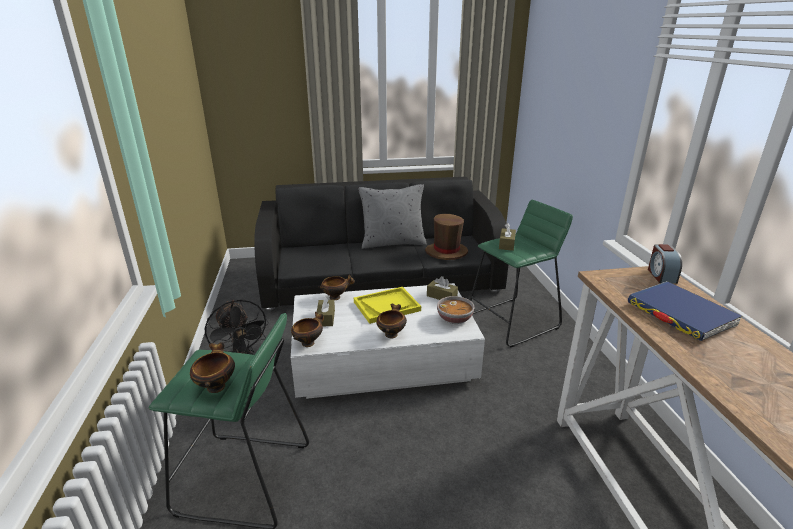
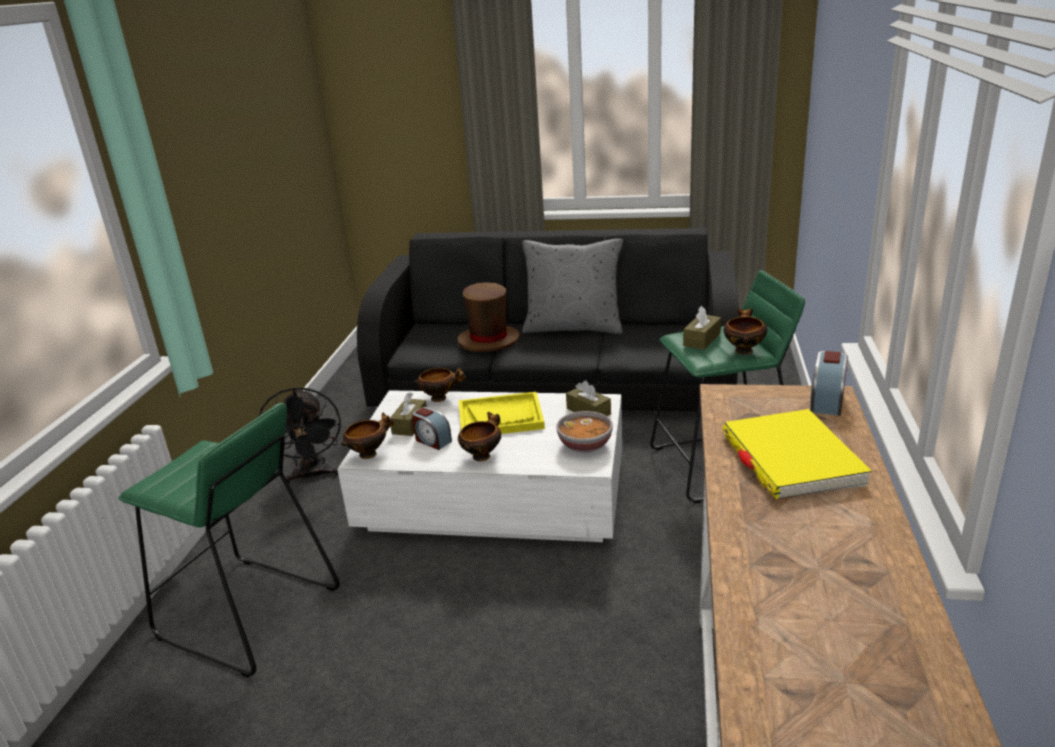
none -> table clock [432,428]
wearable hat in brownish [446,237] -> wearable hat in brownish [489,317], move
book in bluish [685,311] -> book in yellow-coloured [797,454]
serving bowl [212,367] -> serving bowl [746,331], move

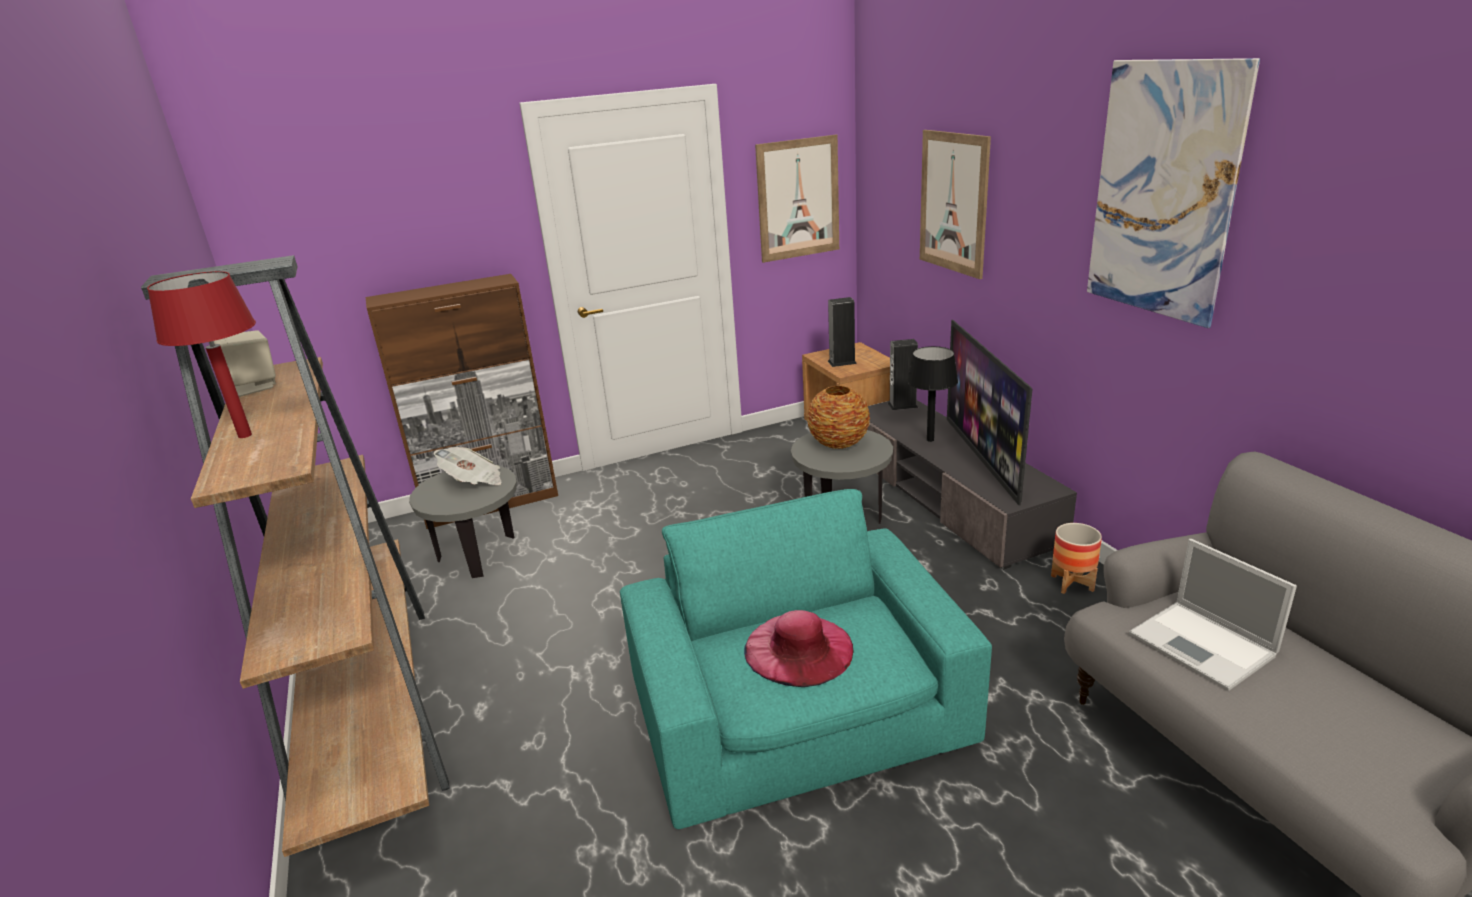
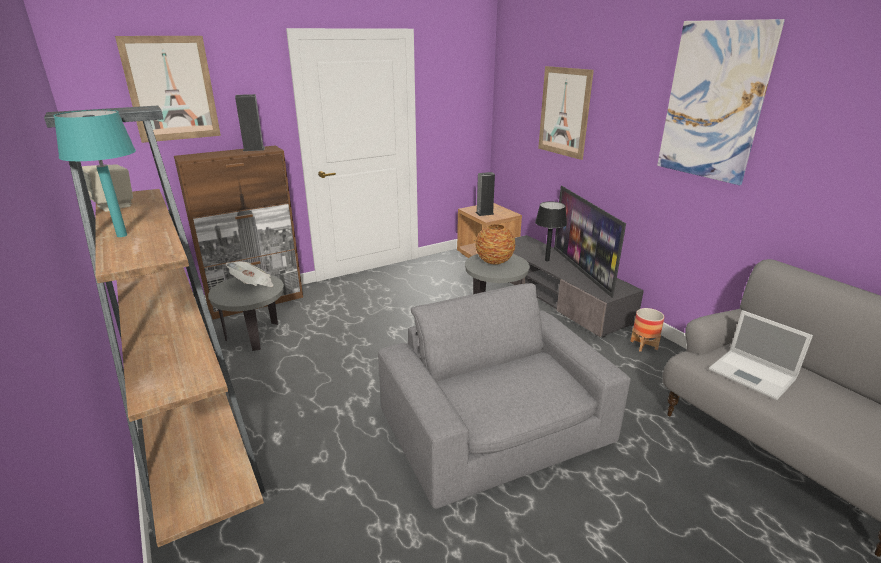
lamp for a table in red-coloured [201,354] -> lamp for a table in turquoise-coloured [95,173]
picture [797,199] -> picture [168,89], move
loudspeaker [903,374] -> loudspeaker [250,122], move
easy chair in turquoise-coloured [806,659] -> easy chair in gray [504,396]
wearable hat in pinkish [799,648] -> none

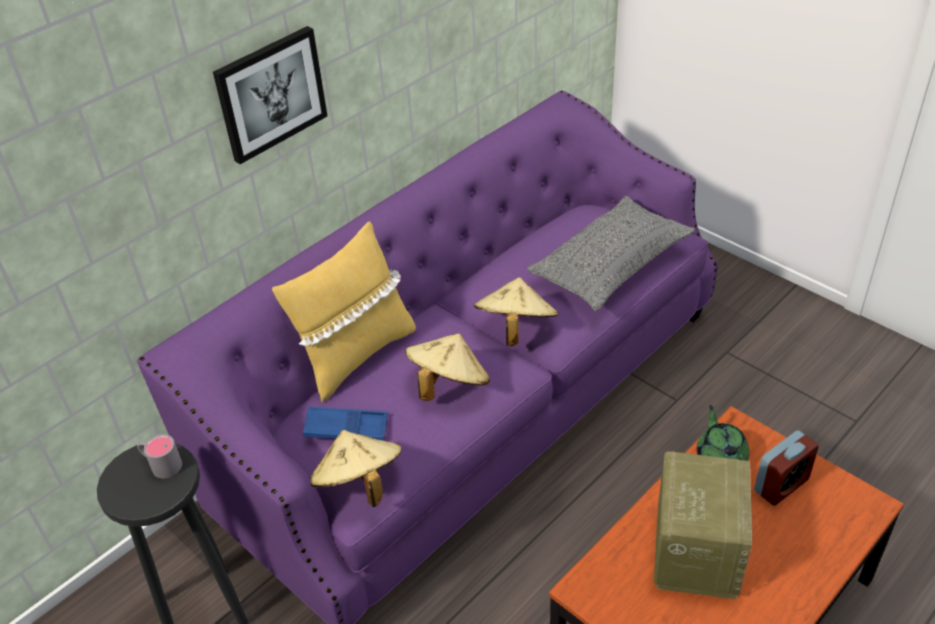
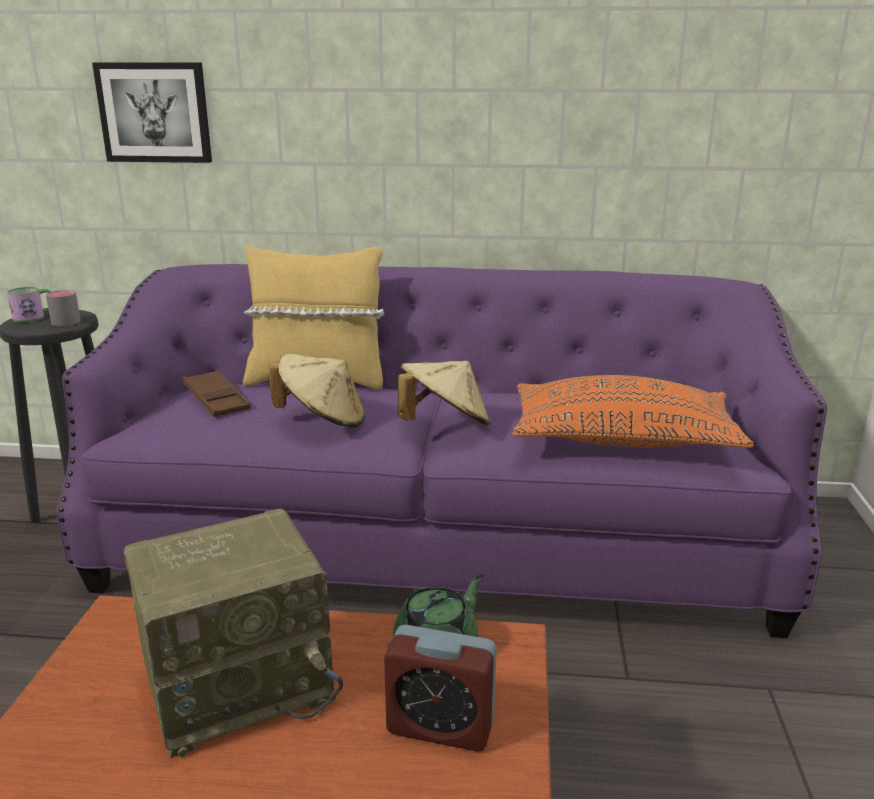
none -> tea mug [29,305]
picture [270,95] -> picture [152,113], move
serving tray in bluish [345,424] -> serving tray in brownish [217,393]
cushion in gray [611,253] -> cushion in orange-coloured [633,411]
wearable hat in beige [355,468] -> none

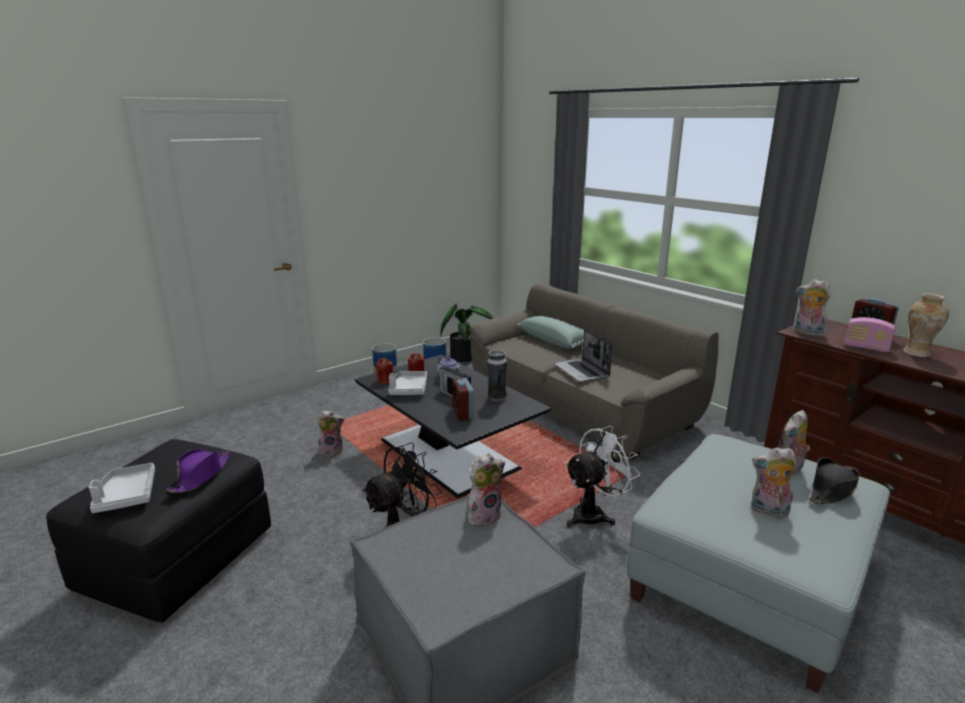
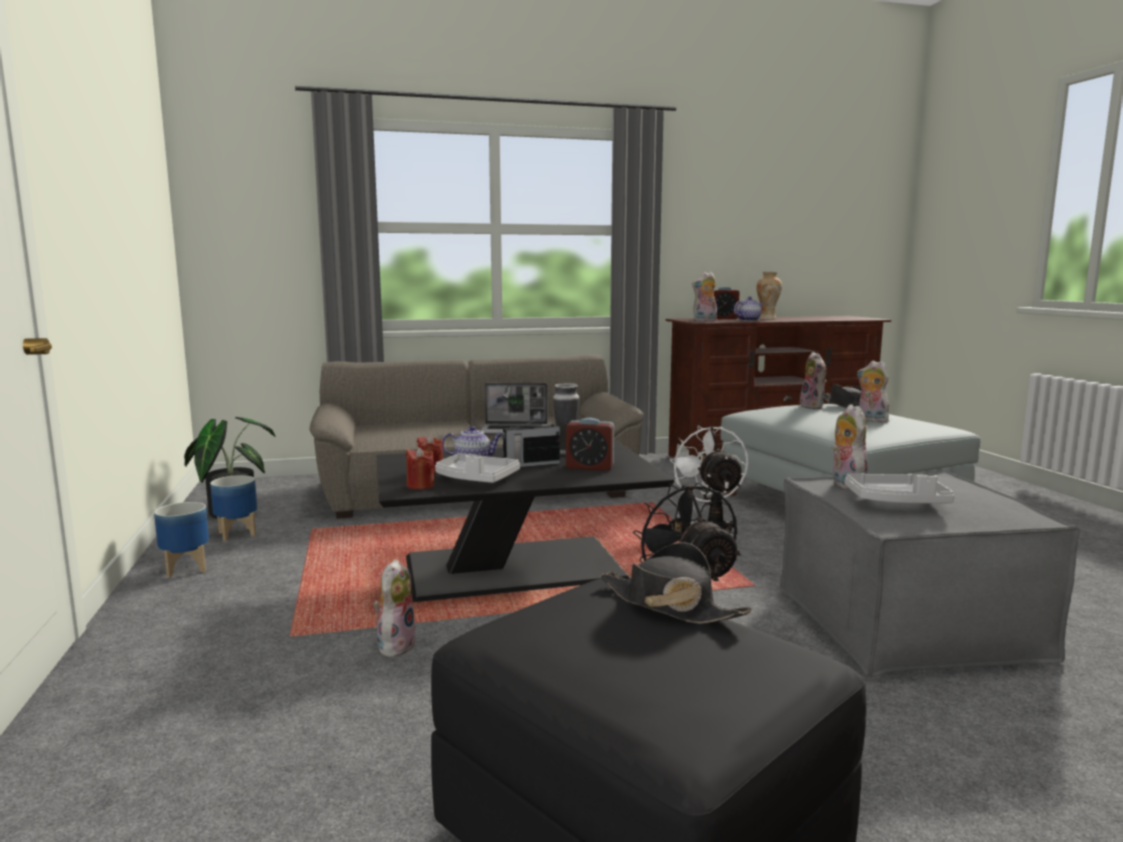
wearable hat in purplish [198,471] -> wearable hat in black-coloured [676,583]
radio receiver [869,334] -> pot for tea [749,308]
serving tray in gray [122,488] -> serving tray in gray [899,488], move
plush toy [774,482] -> plush toy [873,391], 105 degrees clockwise
cushion in green [550,332] -> none

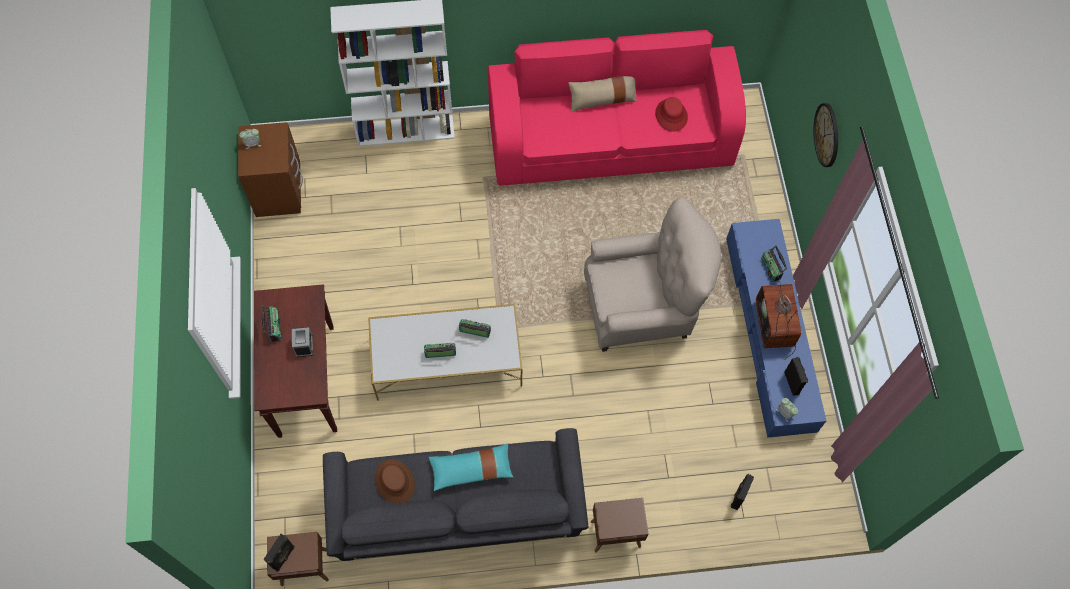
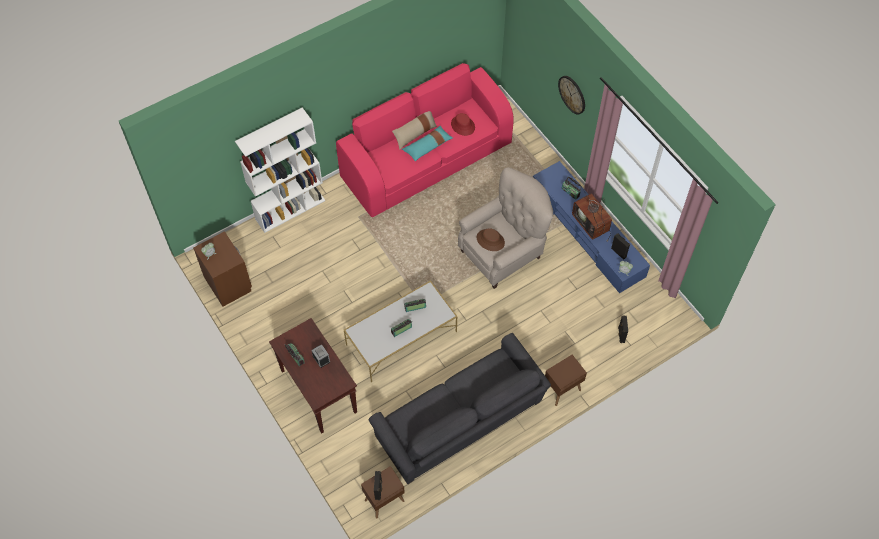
cushion in turquoise-coloured [471,467] -> cushion in turquoise-coloured [427,143], move
wearable hat in brownish [395,481] -> wearable hat in brownish [491,239], move

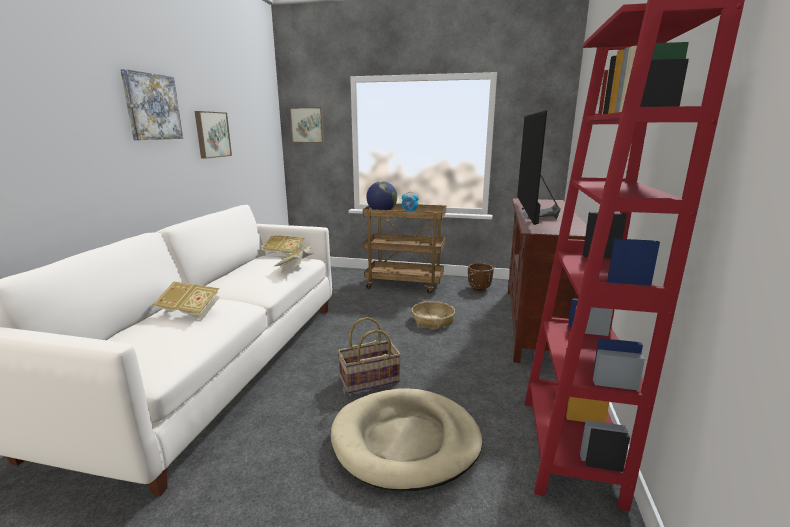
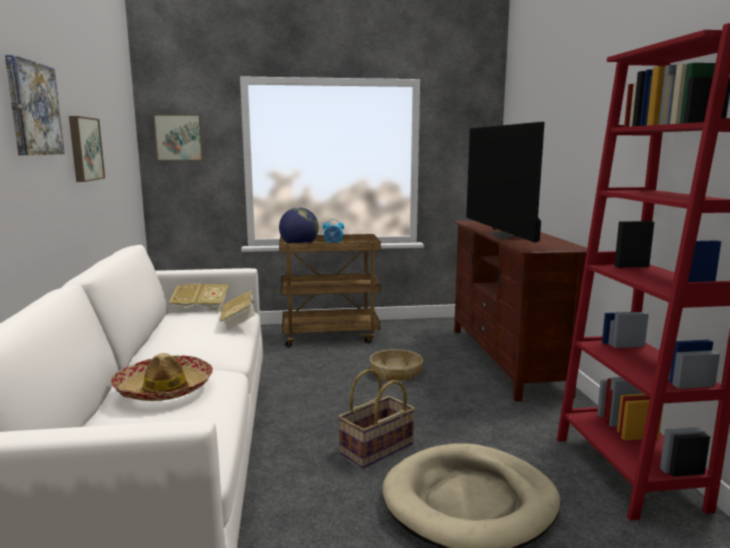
book [186,300] -> wearable hat [162,377]
planter in brownish [481,277] -> none

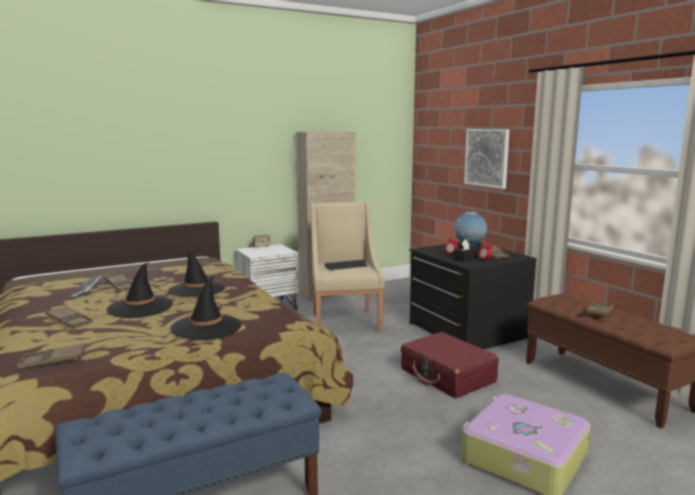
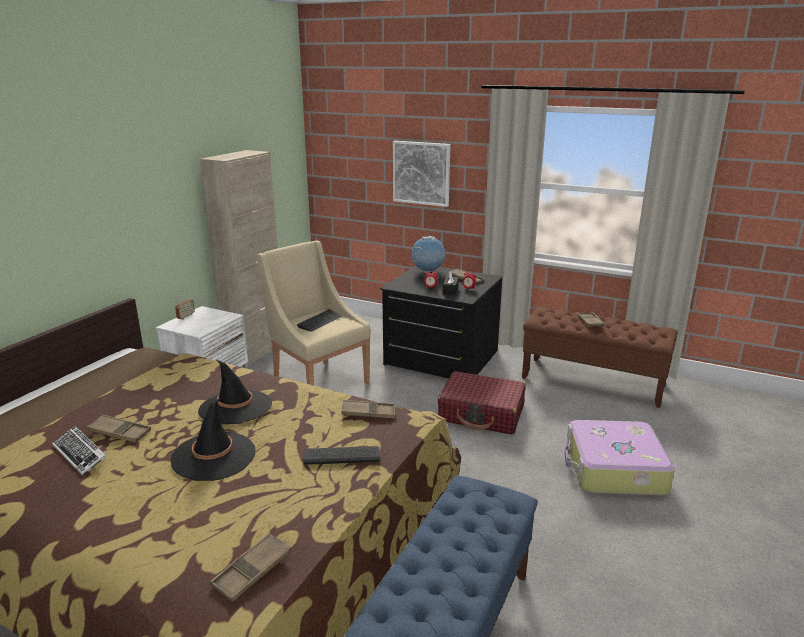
wearable hat in black-coloured [205,308] -> PC keyboard [341,455]
serving tray in brownish [69,317] -> serving tray in brownish [368,409], move

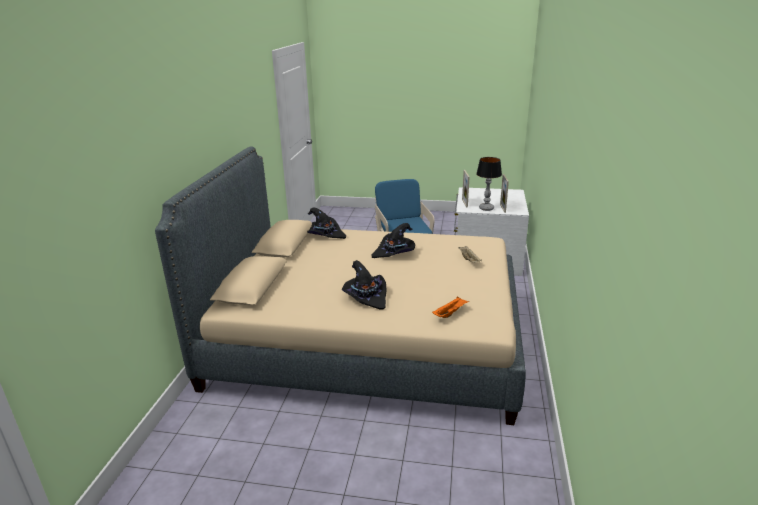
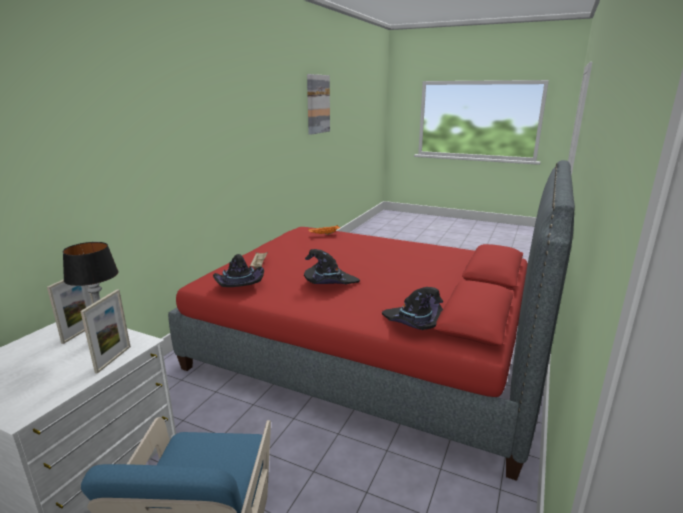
bedroom bed in beige [340,285] -> bedroom bed in red-coloured [371,320]
wearable hat in black-coloured [364,285] -> wearable hat in black-coloured [239,270], move
none -> picture [318,104]

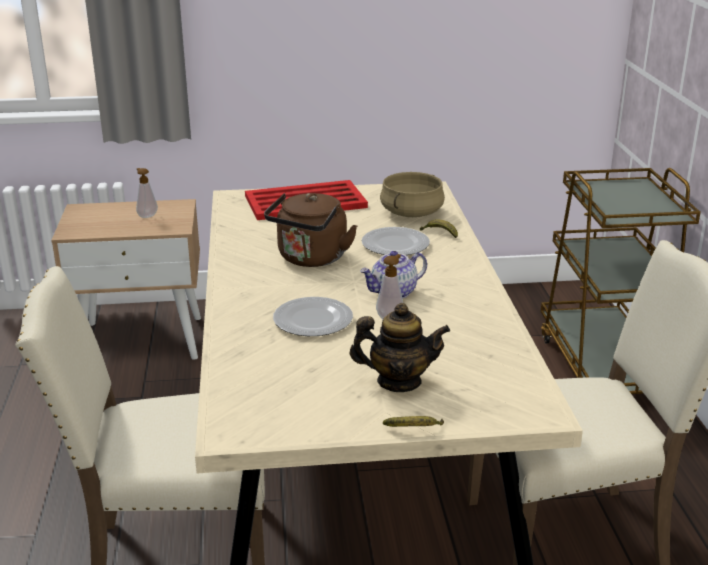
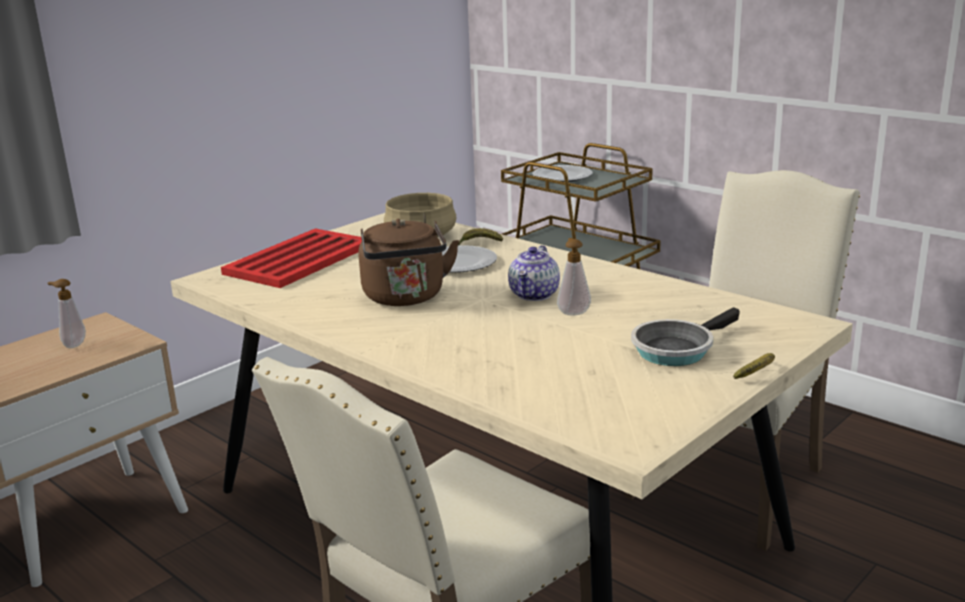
plate [313,316] -> plate [562,173], move
pot for tea [400,347] -> pan [685,336]

